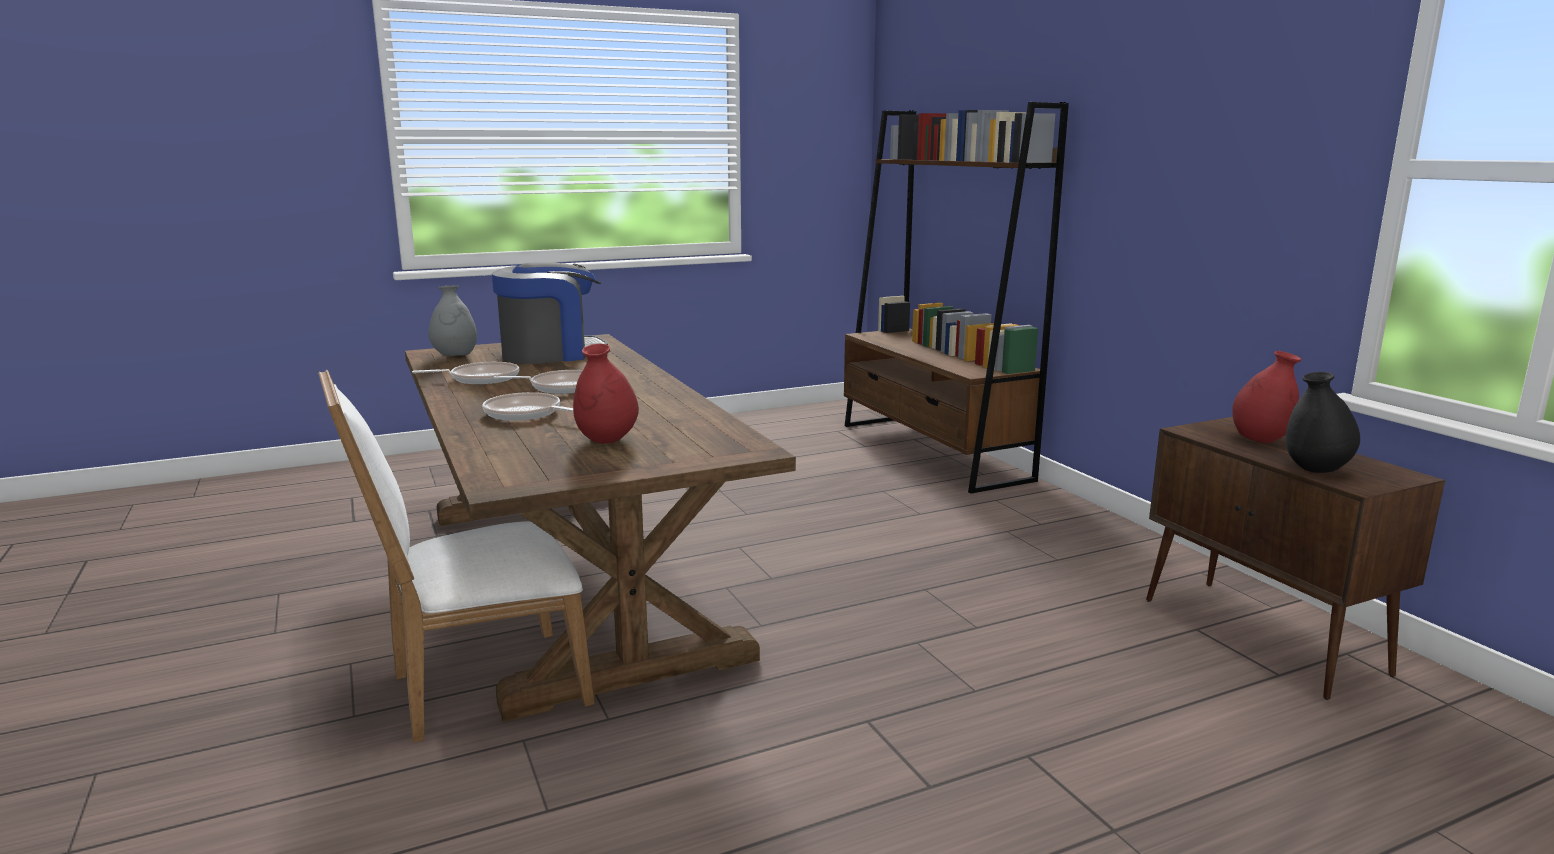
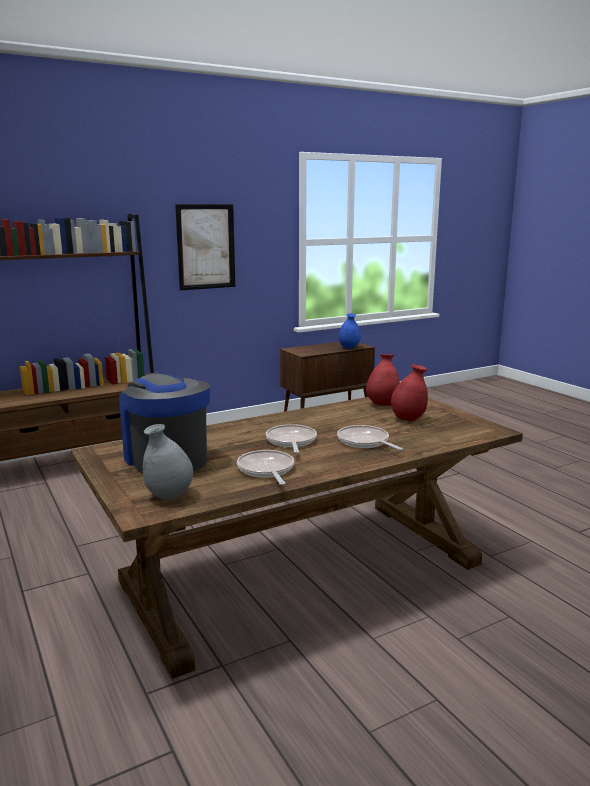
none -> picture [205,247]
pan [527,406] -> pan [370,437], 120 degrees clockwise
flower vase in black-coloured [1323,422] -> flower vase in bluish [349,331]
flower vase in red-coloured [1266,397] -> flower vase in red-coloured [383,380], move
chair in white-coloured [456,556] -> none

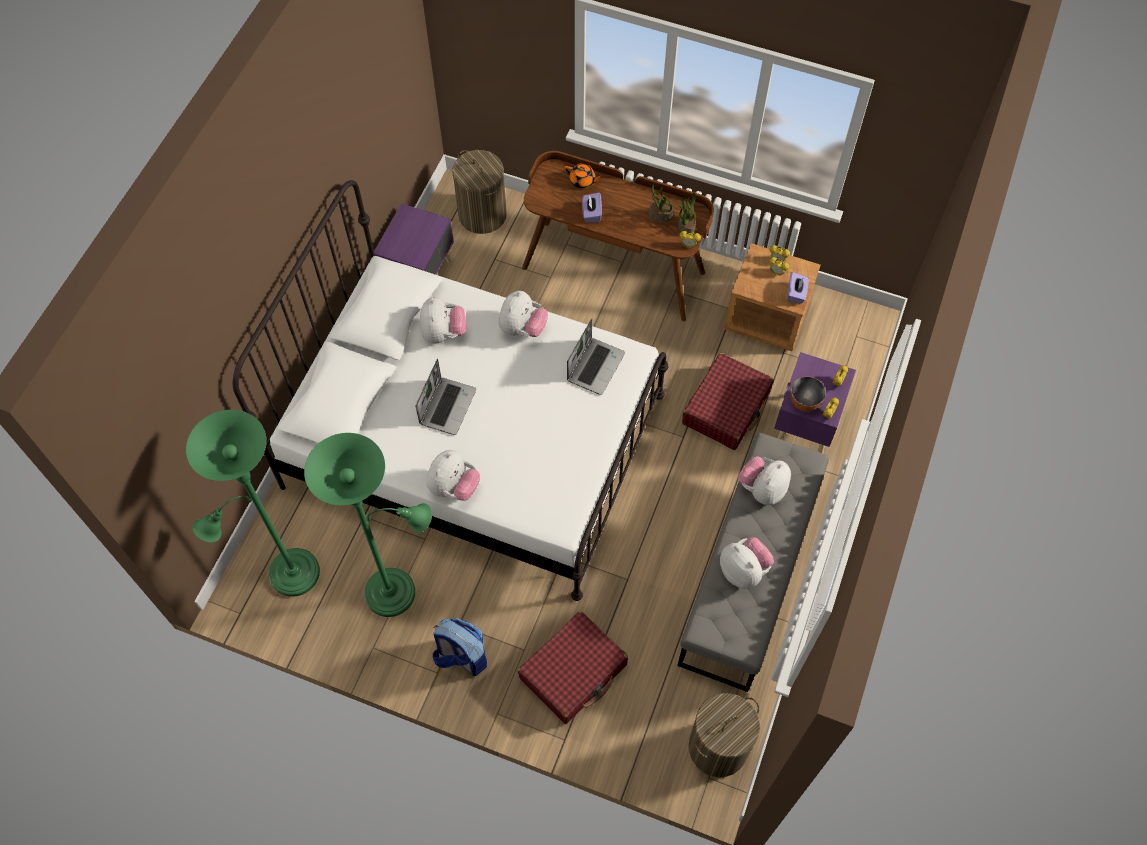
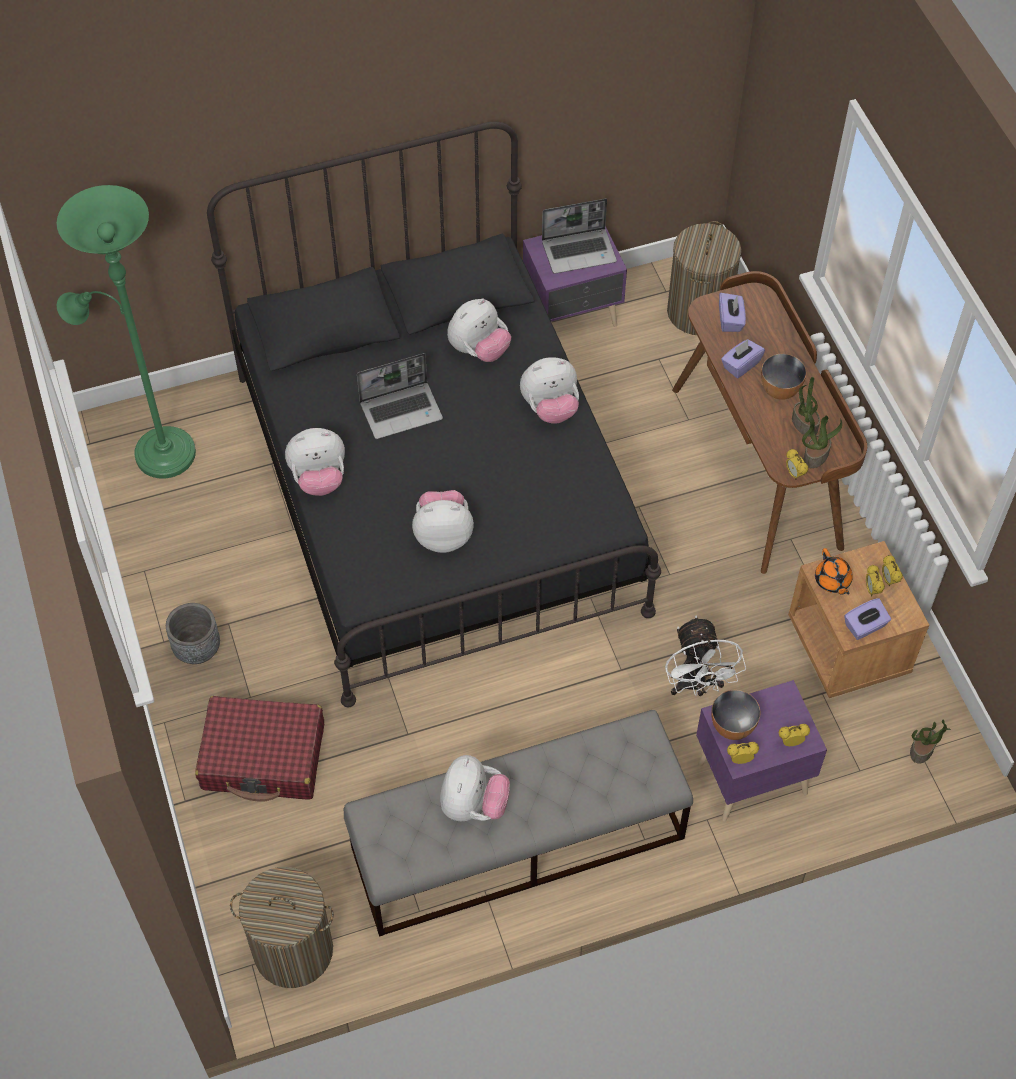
knapsack [460,647] -> planter in gray [193,633]
bedroom bed in white-coloured [451,390] -> bedroom bed in black-coloured [434,414]
plush toy [764,480] -> plush toy [443,521], move
notebook computer [596,357] -> notebook computer [579,236], move
suitcase in red-coloured [727,401] -> fan in white-coloured [705,656]
none -> box of tissues in purplish [732,312]
none -> serving bowl [783,377]
pot for tea in orange-coloured [583,175] -> pot for tea in orange-coloured [834,571], move
none -> potted plant [930,742]
standard lamp in green [368,525] -> none

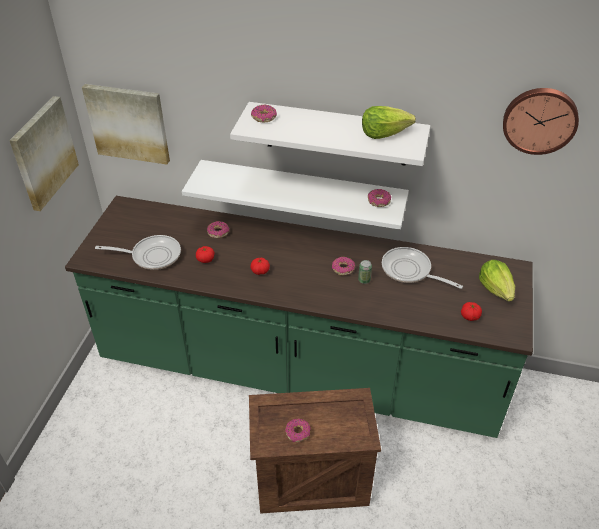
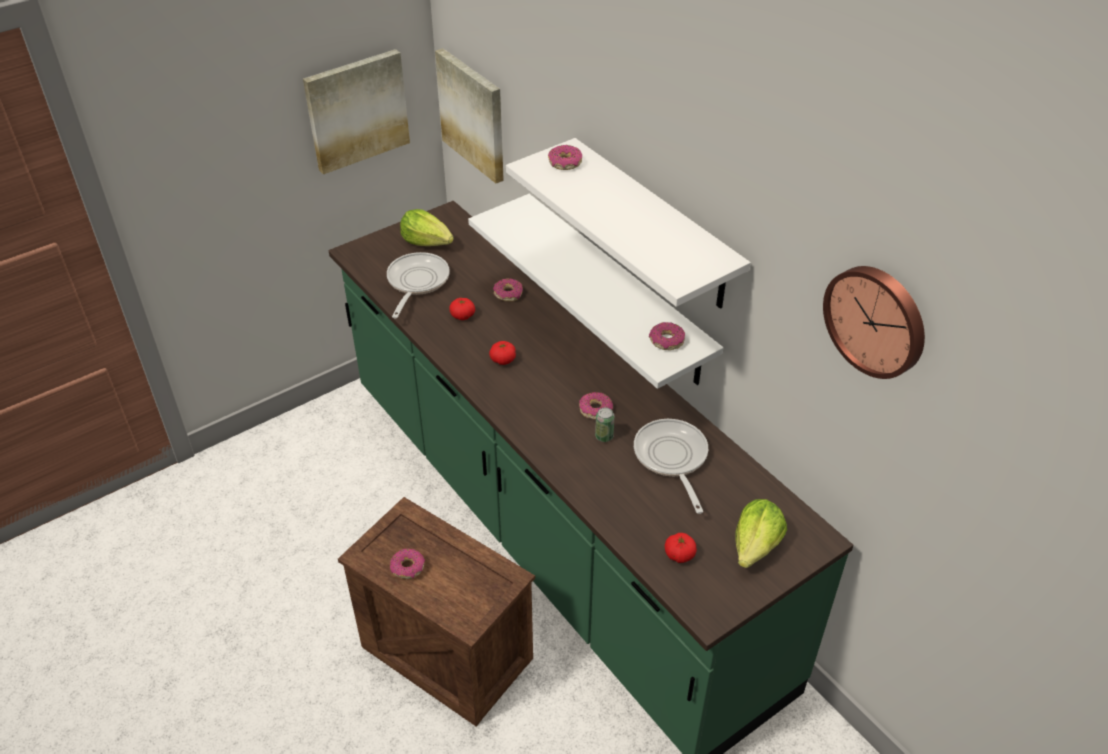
pan [138,252] -> pan [418,285], 120 degrees counterclockwise
lettuce [389,122] -> lettuce [427,227], move

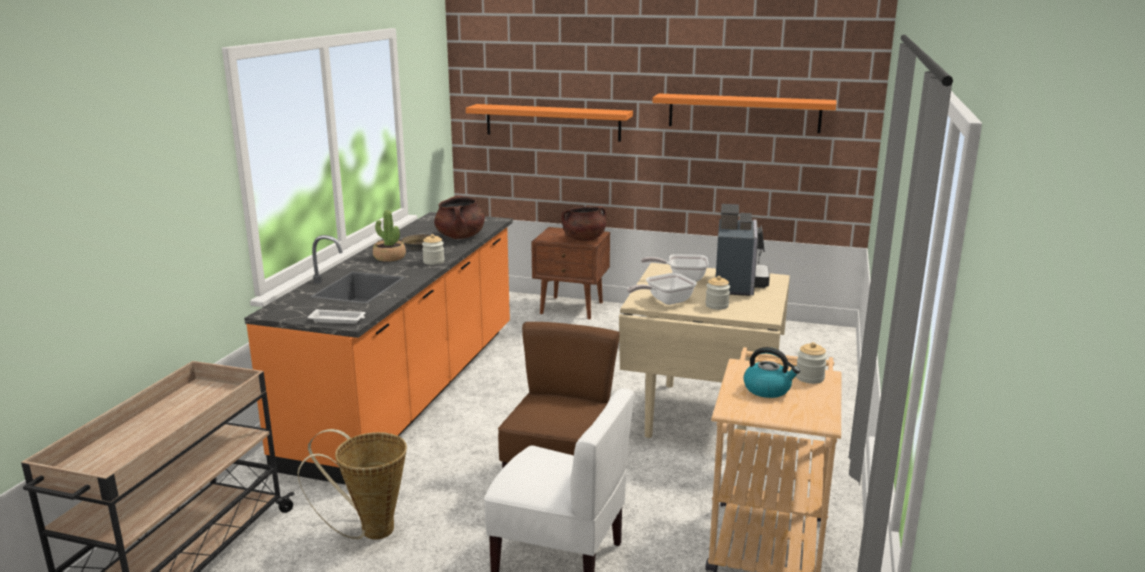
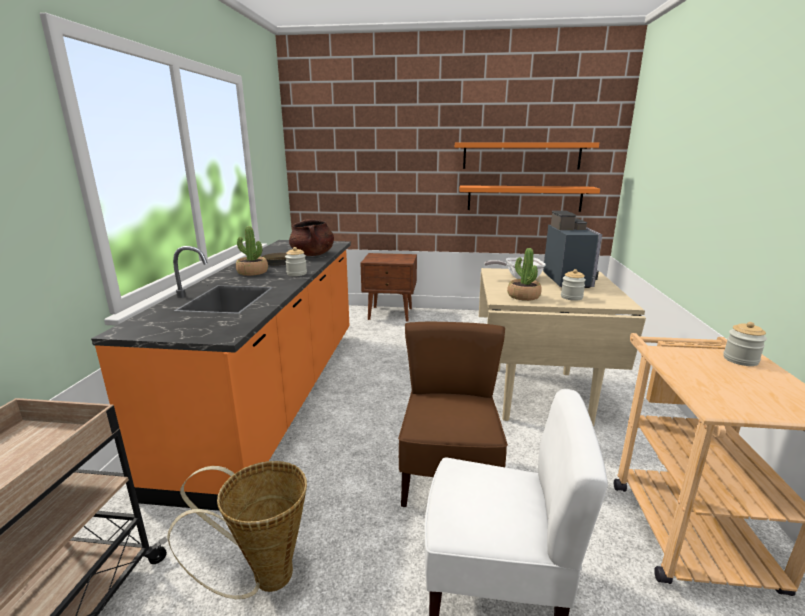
bracket shelf in orange-coloured [549,123] -> bracket shelf in orange-coloured [530,198], move
pan [662,289] -> potted plant [524,274]
serving tray in white-coloured [336,316] -> none
cooking pot in brownish [583,223] -> none
kettle [771,372] -> none

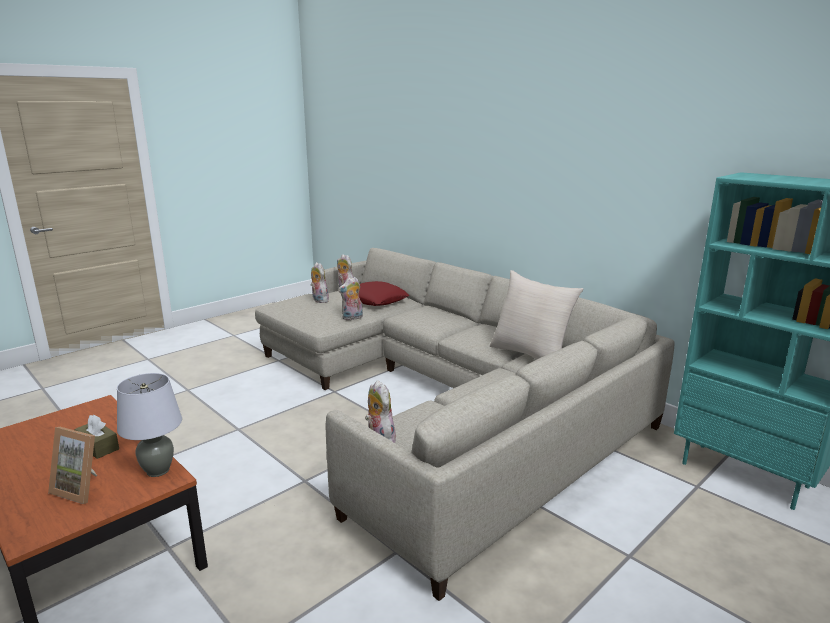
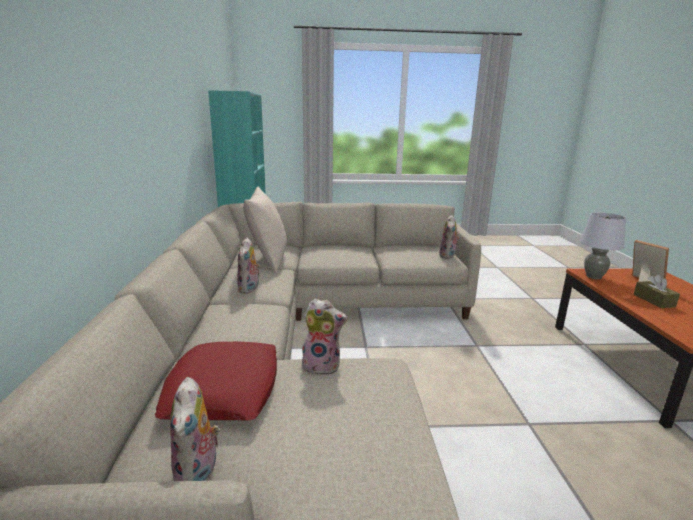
plush toy [319,282] -> plush toy [249,266], move

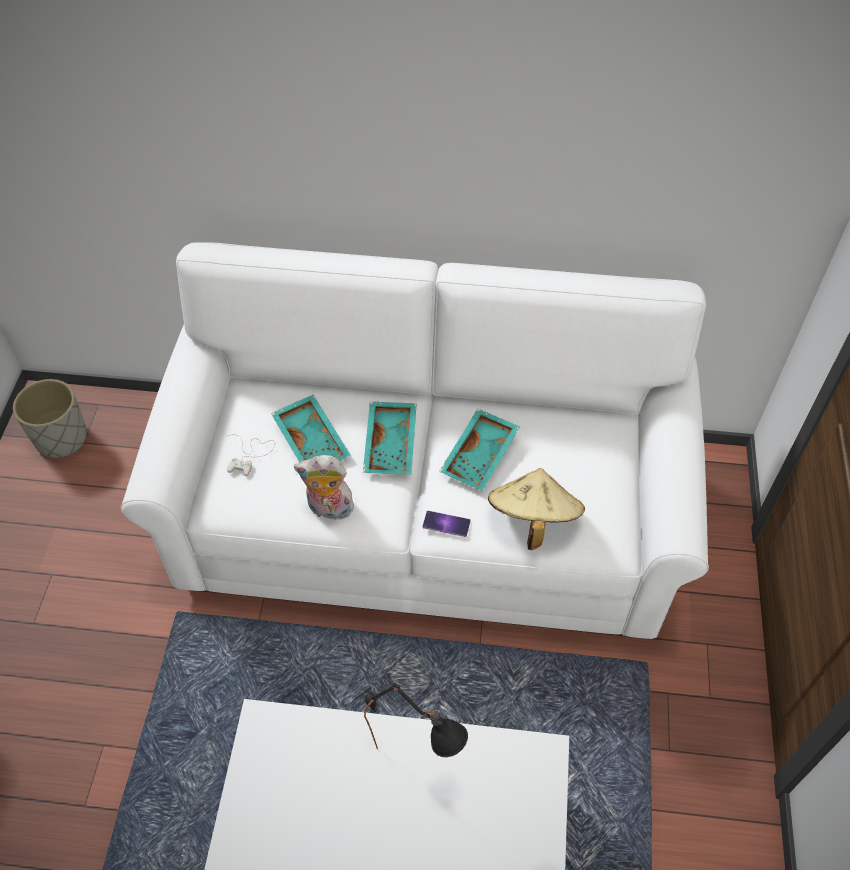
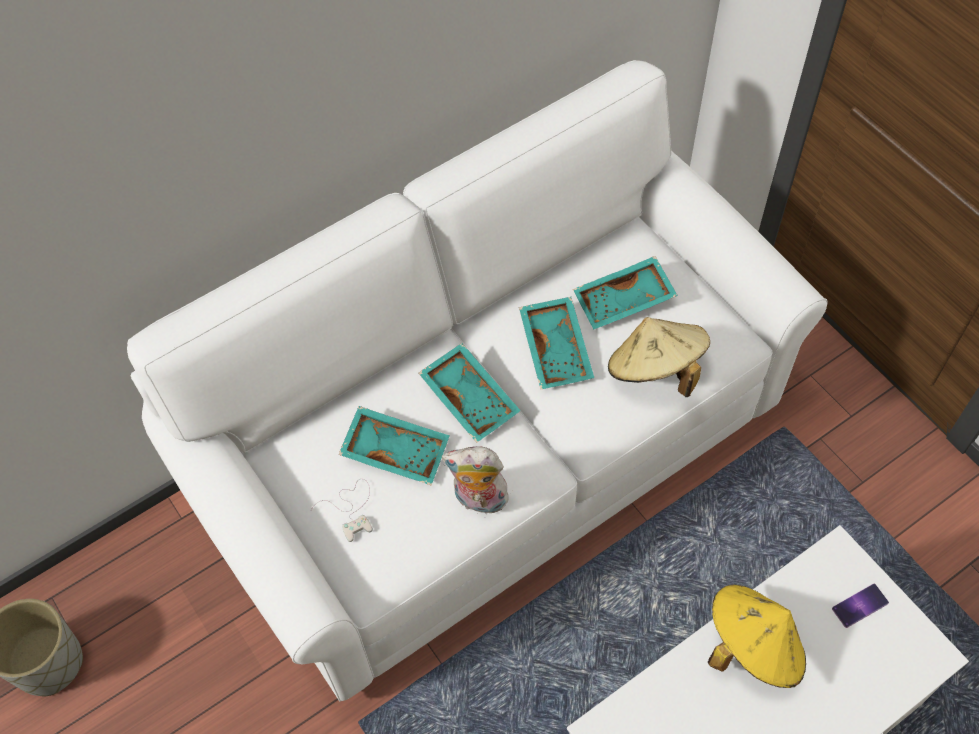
plush toy [324,487] -> plush toy [476,480], 45 degrees clockwise
none -> serving tray in turquoise-coloured [625,292]
lamp for a table in black-coloured [416,720] -> wearable hat in yellow-coloured [757,636]
phone [447,524] -> phone [860,606], move

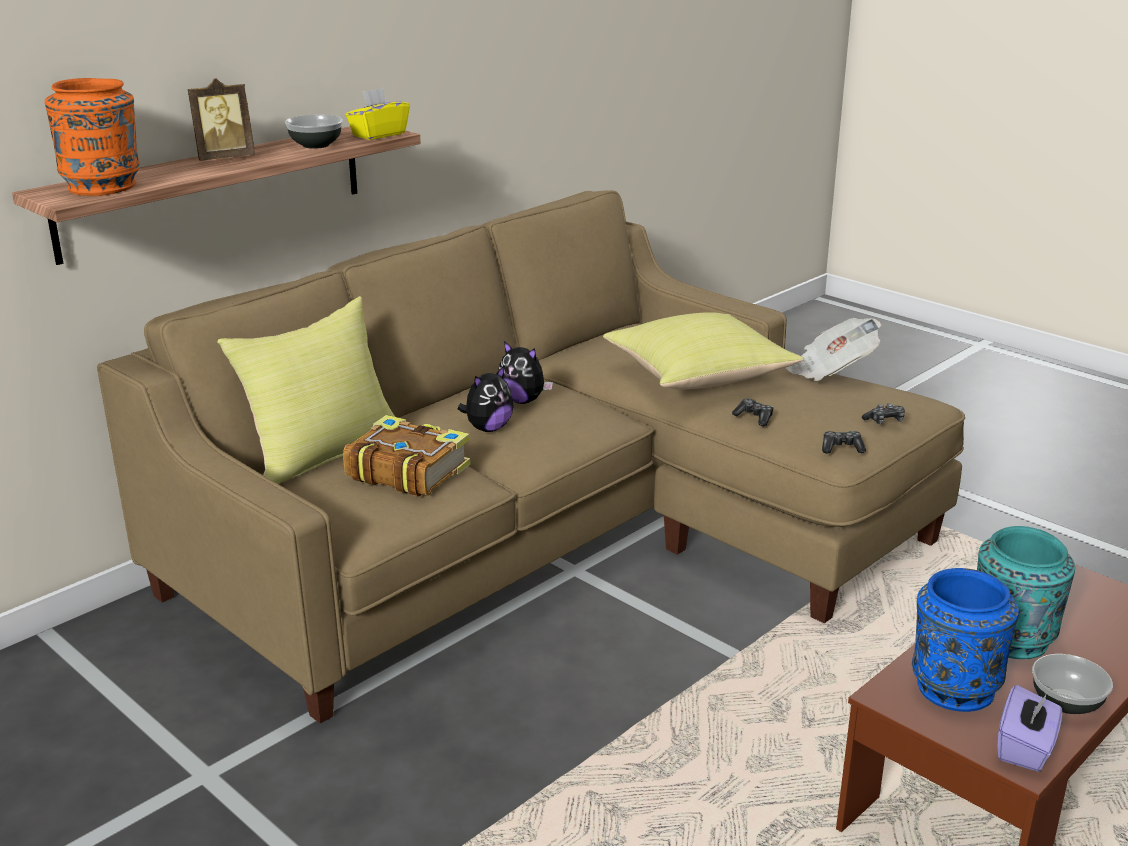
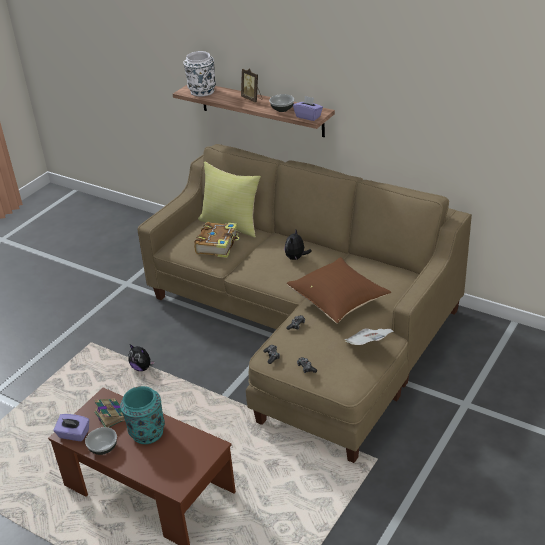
flower vase in bluish [965,640] -> book [109,413]
plush toy [485,399] -> plush toy [141,357], move
flower vase in orange-coloured [92,137] -> flower vase in white-coloured [200,74]
cushion in yellow-coloured [703,351] -> cushion in brownish [339,290]
box of tissues in yellow-coloured [378,114] -> box of tissues in purplish [308,108]

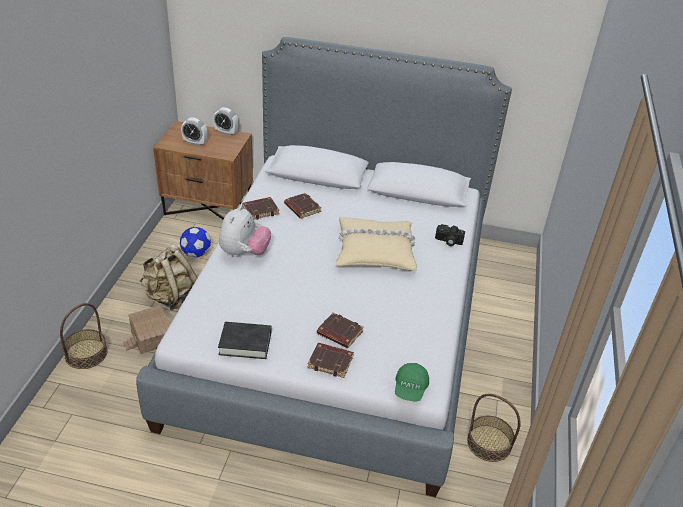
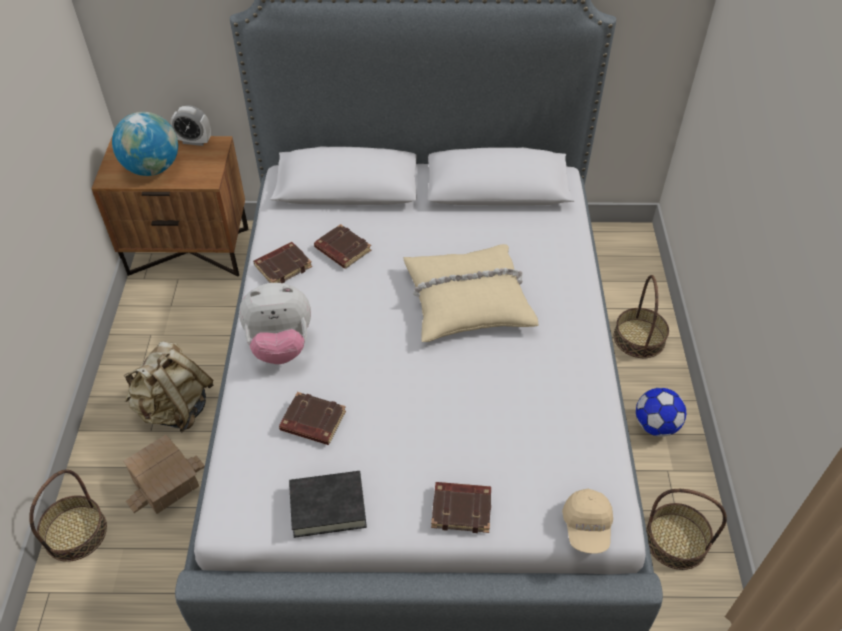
table clock [194,131] -> globe [145,144]
plush toy [245,231] -> plush toy [275,323], 75 degrees clockwise
book in brownish [340,330] -> book in brownish [312,418], move
cap in green [412,382] -> cap in beige [587,520]
none -> basket [641,316]
football ball [195,242] -> football ball [661,412], move
photo camera [450,235] -> none

